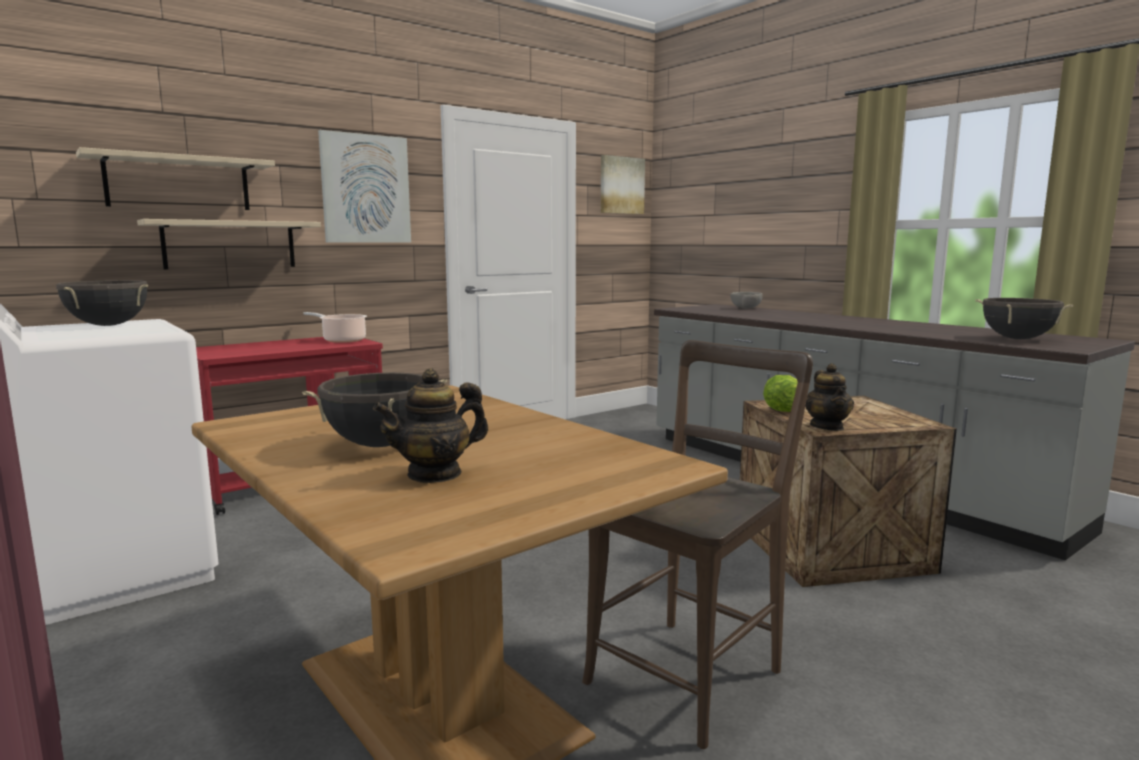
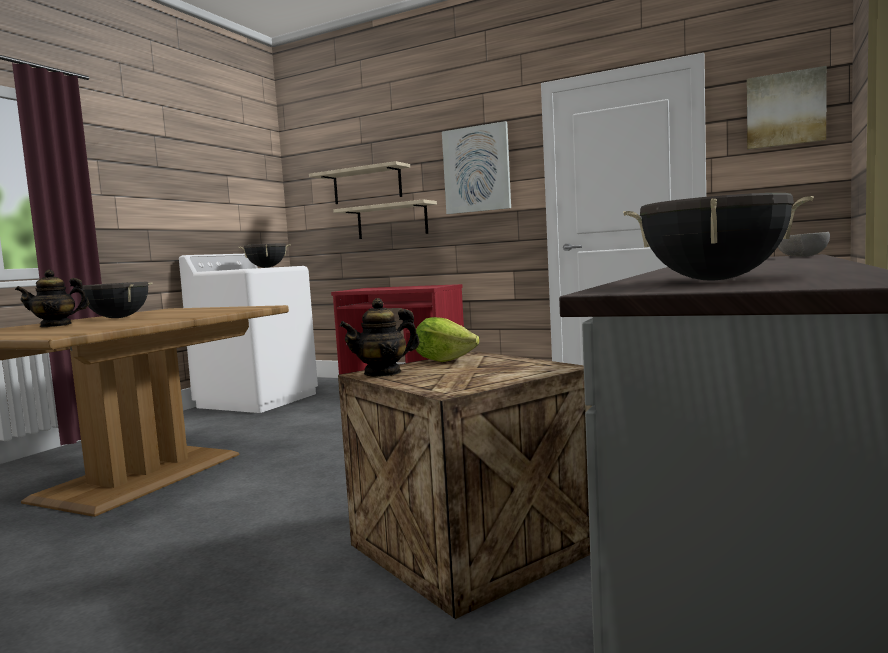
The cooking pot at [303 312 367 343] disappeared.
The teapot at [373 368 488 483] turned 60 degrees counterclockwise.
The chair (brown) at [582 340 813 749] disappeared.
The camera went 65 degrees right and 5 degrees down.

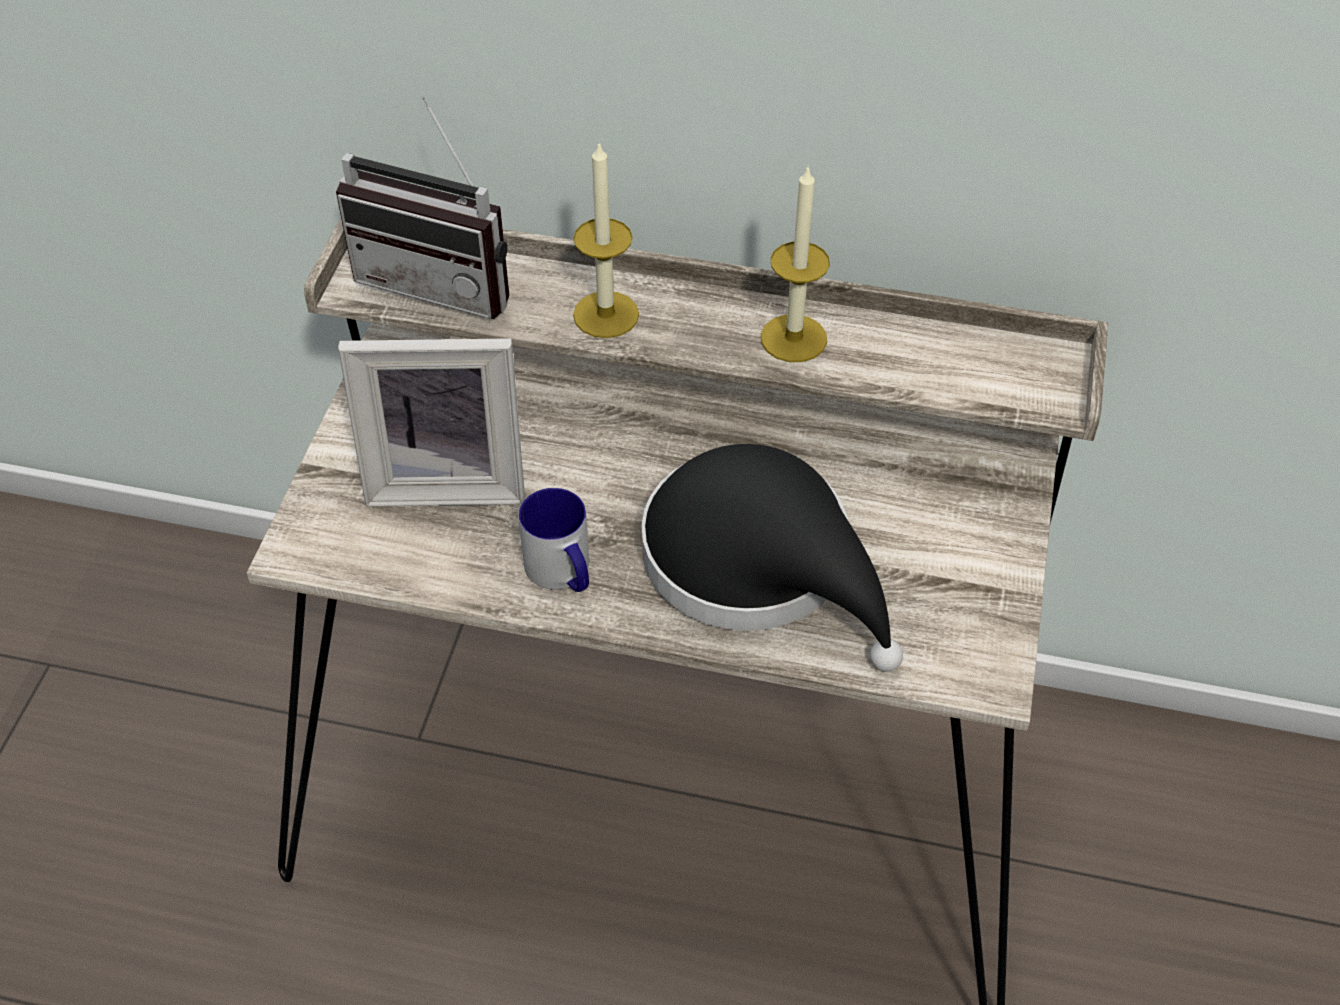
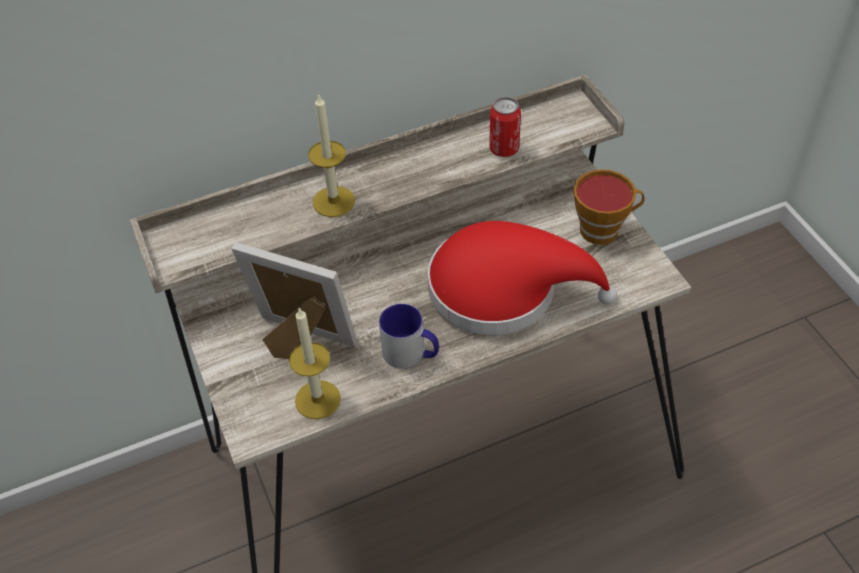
The radio at [336 96 510 319] disappeared.
The picture frame at [338 338 525 507] turned 120 degrees counterclockwise.
The hat (black) at [641 444 903 672] became the hat (red) at [428 221 617 336].
The candle moved from [761 167 830 362] to [289 308 341 419].
The can at [489 97 521 157] appeared.
The cup at [574 169 644 245] appeared.
The camera went 35 degrees left and 0 degrees up.

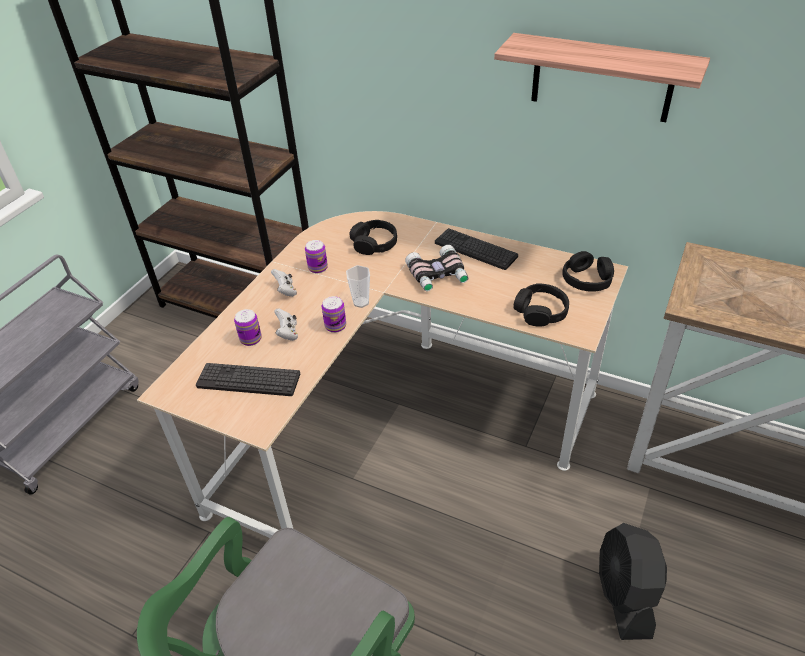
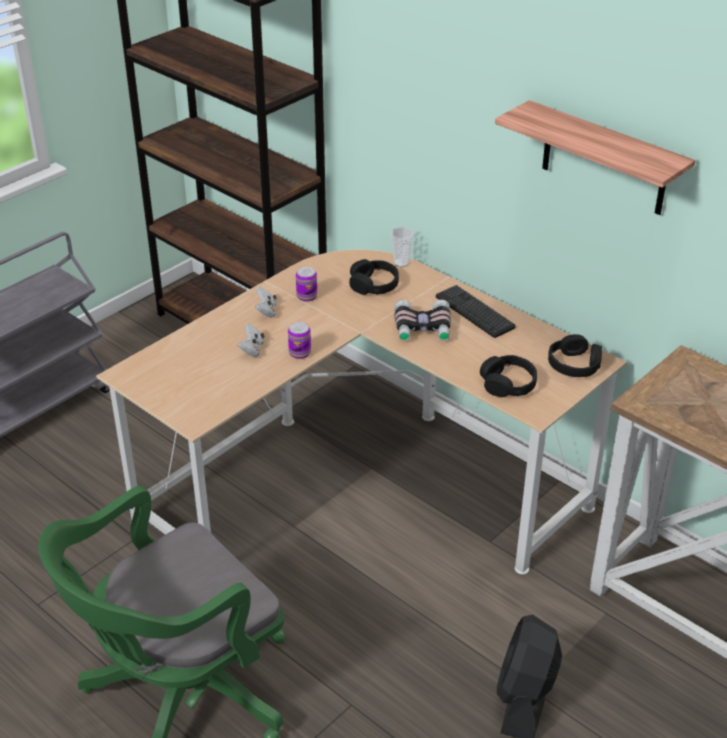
The keyboard at [196 363 300 396] disappeared.
The can at [234 309 261 346] disappeared.
The cup moved from [346 265 370 308] to [391 227 414 267].
The camera went 15 degrees right and 5 degrees down.

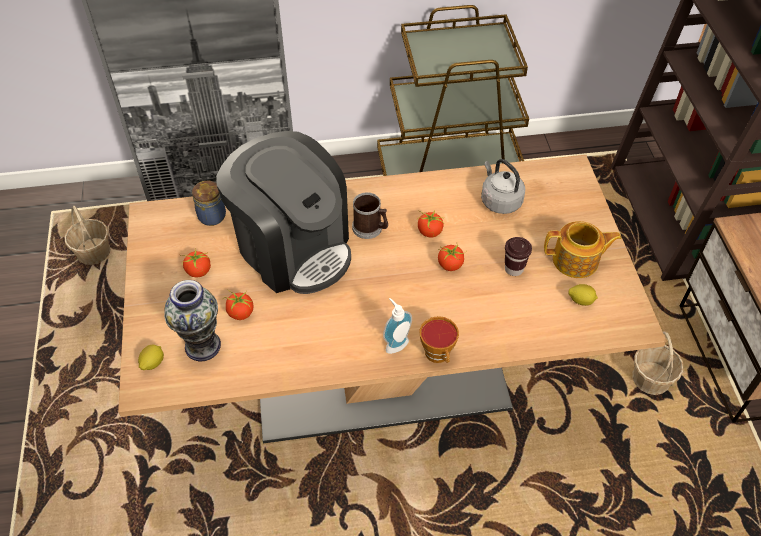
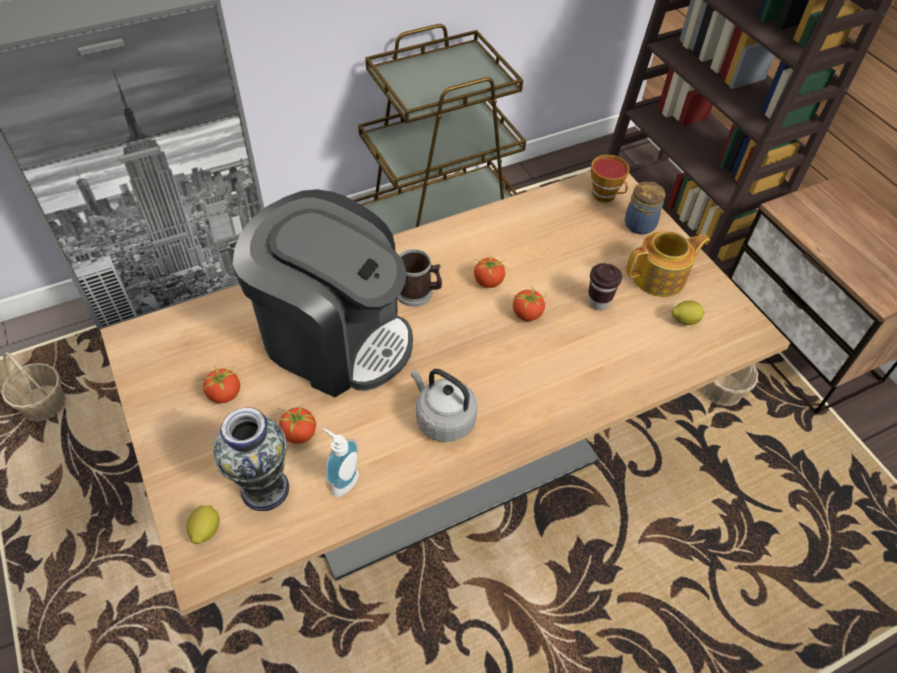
The jar moved from [192 181 226 226] to [625 182 666 234].
The soap dispenser moved from [383 298 412 354] to [323 428 359 497].
The cup moved from [419 316 459 363] to [591 155 630 202].
The kettle (grey) moved from [481 159 525 214] to [411 369 478 442].
The camera went 20 degrees left and 0 degrees up.

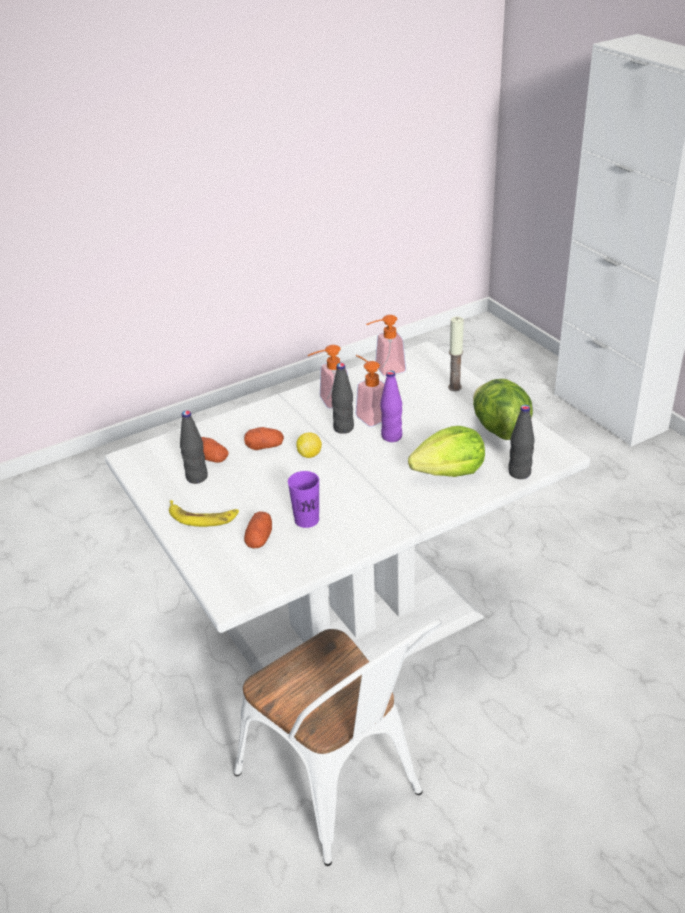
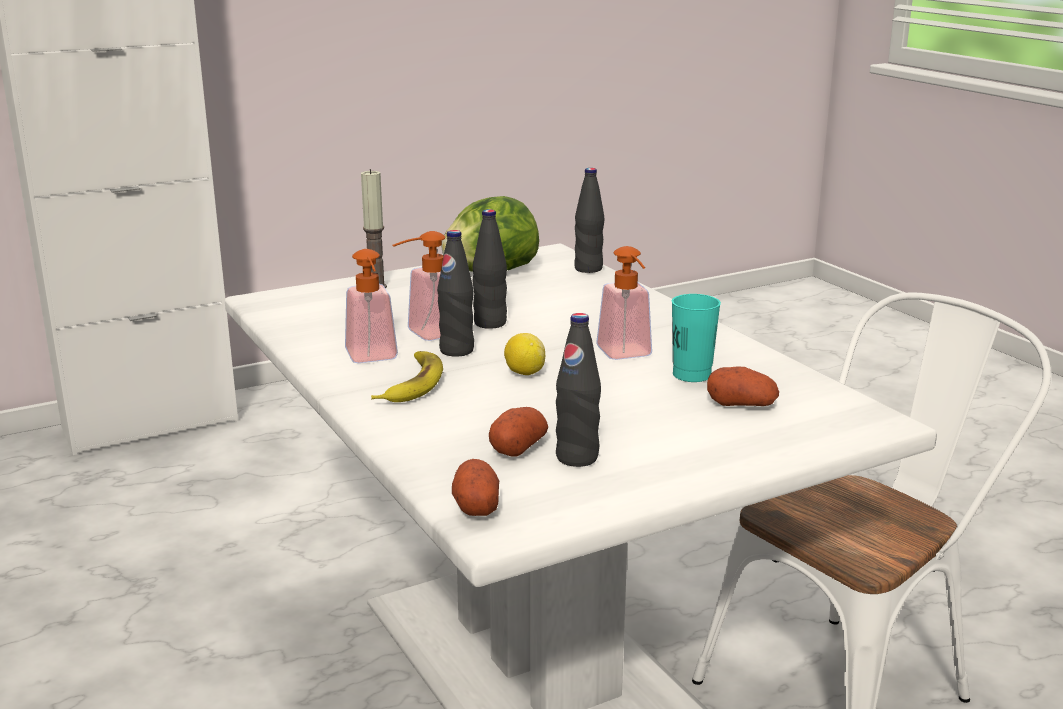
The banana moved from [169 500 239 527] to [371 351 443 402].
The potato moved from [244 427 284 450] to [452 459 499 516].
The cup (purple) at [288 471 319 528] became the cup (turquoise) at [672 294 721 382].
The soap dispenser moved from [366 315 406 376] to [596 246 652 360].
The bottle (purple) at [380 371 402 442] became the bottle (black) at [473 209 507 329].
The lettuce at [408 426 485 477] disappeared.
The camera went 90 degrees left and 15 degrees down.

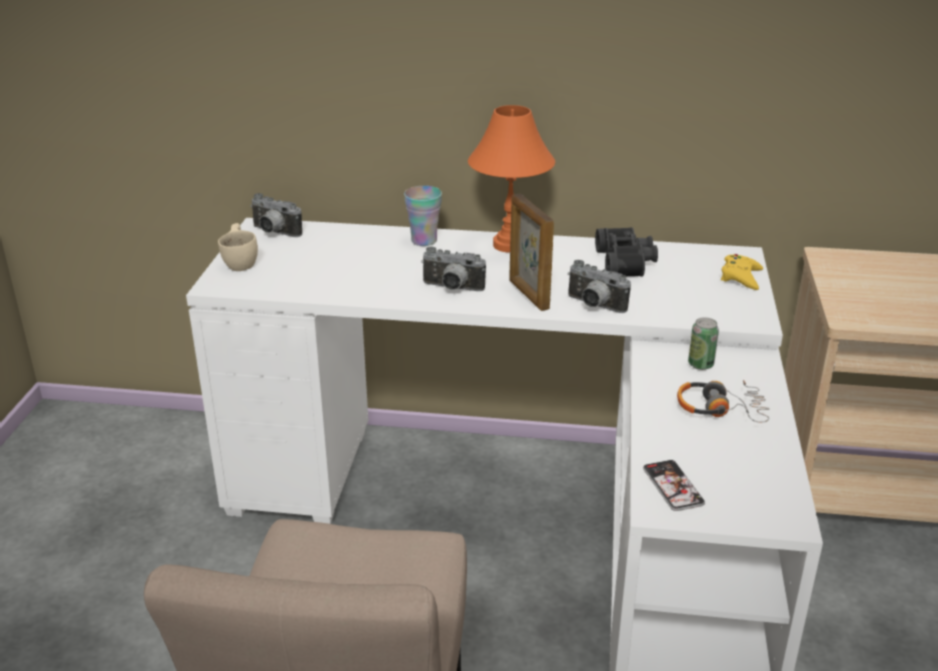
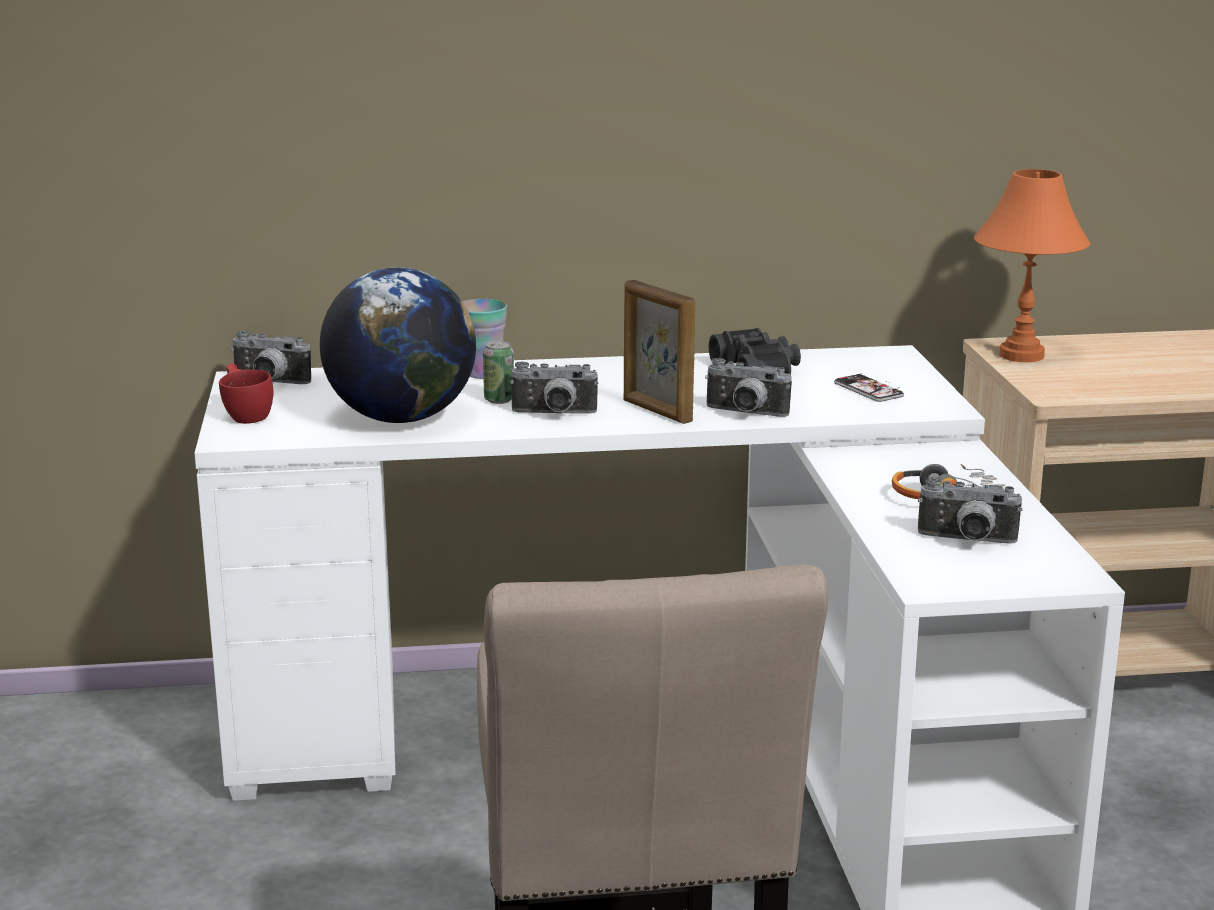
The cup (beige) at [218 223 258 271] became the cup (red) at [219 363 274 424].
The table lamp (orange) moved from [468 105 555 253] to [974 169 1090 362].
The phone moved from [643 460 705 511] to [834 373 904 402].
The can moved from [688 317 719 370] to [483 341 514 404].
The game controller (yellow) at [721 254 763 290] disappeared.
The globe at [320 268 476 423] appeared.
The photo camera at [918 477 1023 544] appeared.
The camera went 15 degrees left and 10 degrees down.

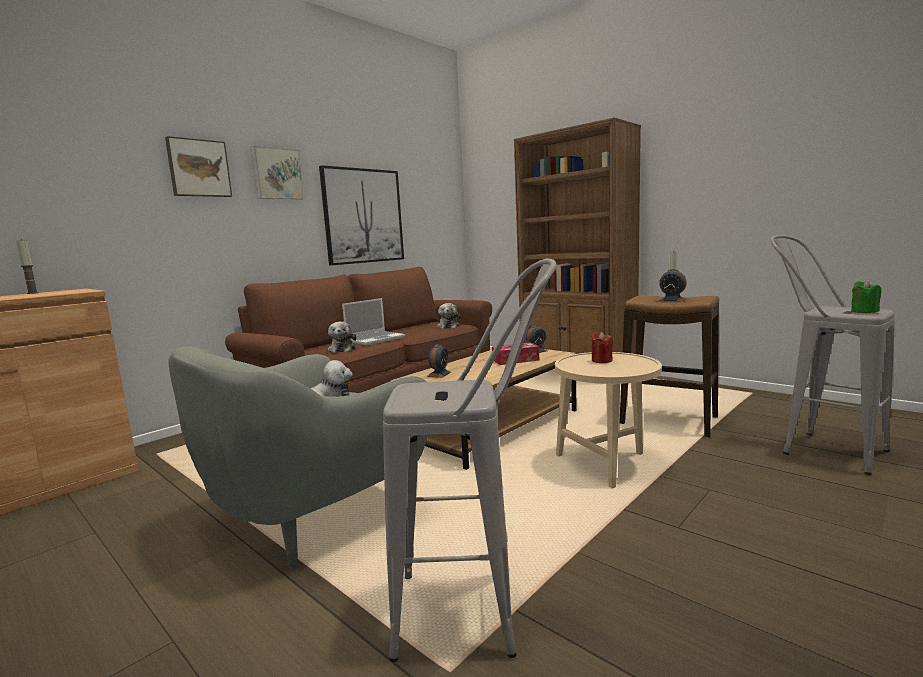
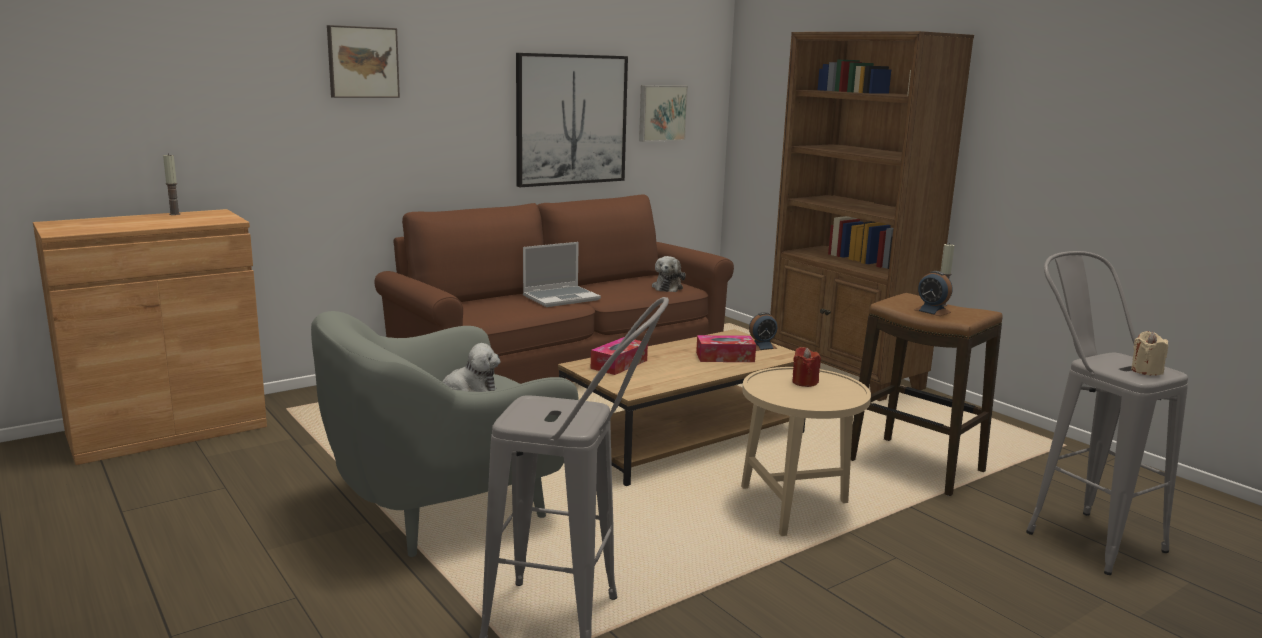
The picture moved from [251 146 305 199] to [639 85 688 142].
The plush toy at [328 322 356 353] disappeared.
The alarm clock at [427 344 451 378] was replaced by the tissue box at [591 337 648 375].
The candle (green) at [851 280 881 313] became the candle (beige) at [1131 331 1168 376].
The camera went 10 degrees right and 5 degrees up.

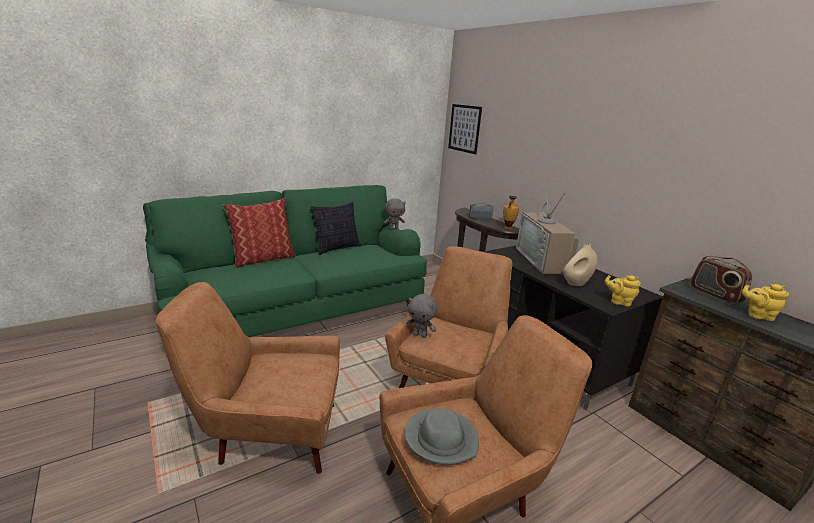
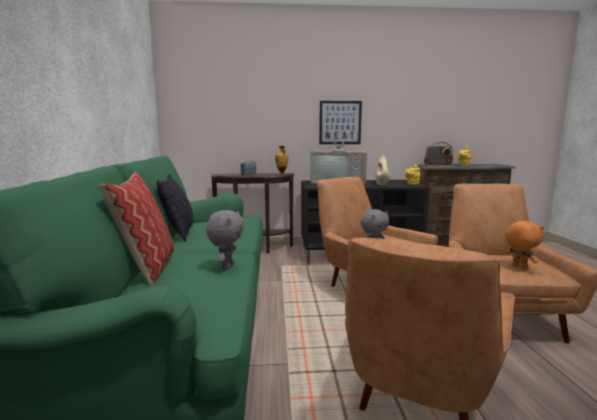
The plush toy (grey) moved from [384 198 406 230] to [206 210 244 270].
The hat (grey) at [405 408 479 465] was replaced by the plush toy (orange) at [505 221 544 269].
The picture moved from [448 104 482 154] to [319 101 362 144].
The camera went 60 degrees left and 10 degrees down.

